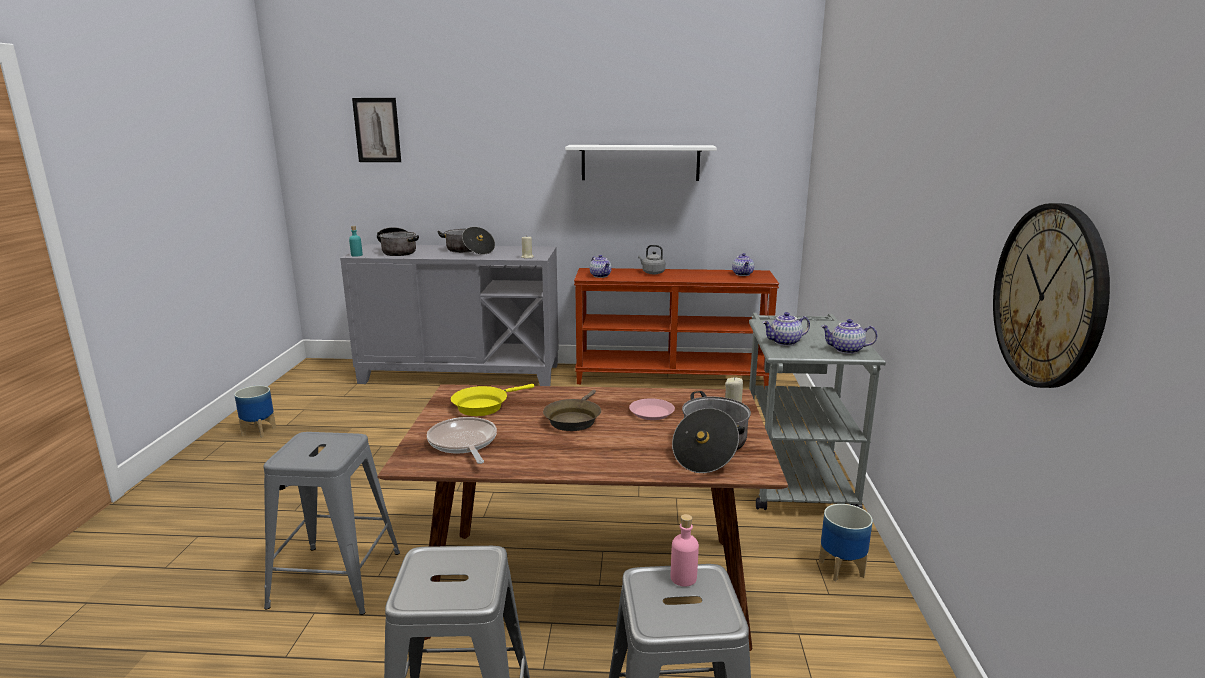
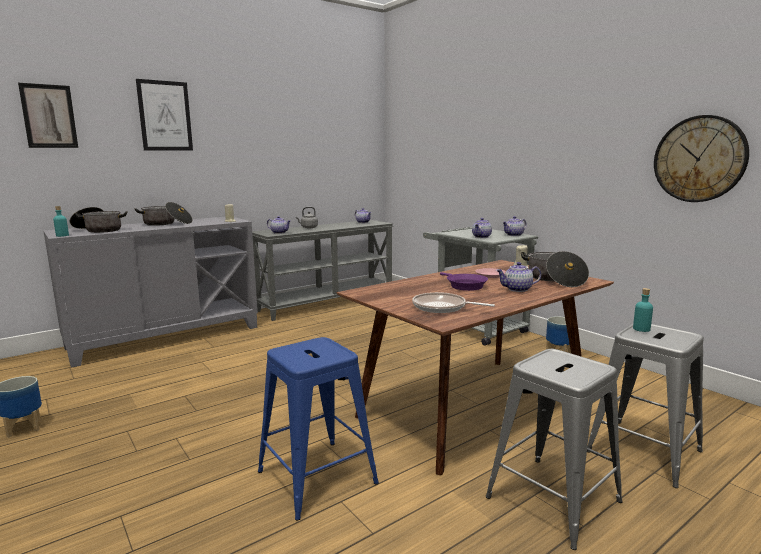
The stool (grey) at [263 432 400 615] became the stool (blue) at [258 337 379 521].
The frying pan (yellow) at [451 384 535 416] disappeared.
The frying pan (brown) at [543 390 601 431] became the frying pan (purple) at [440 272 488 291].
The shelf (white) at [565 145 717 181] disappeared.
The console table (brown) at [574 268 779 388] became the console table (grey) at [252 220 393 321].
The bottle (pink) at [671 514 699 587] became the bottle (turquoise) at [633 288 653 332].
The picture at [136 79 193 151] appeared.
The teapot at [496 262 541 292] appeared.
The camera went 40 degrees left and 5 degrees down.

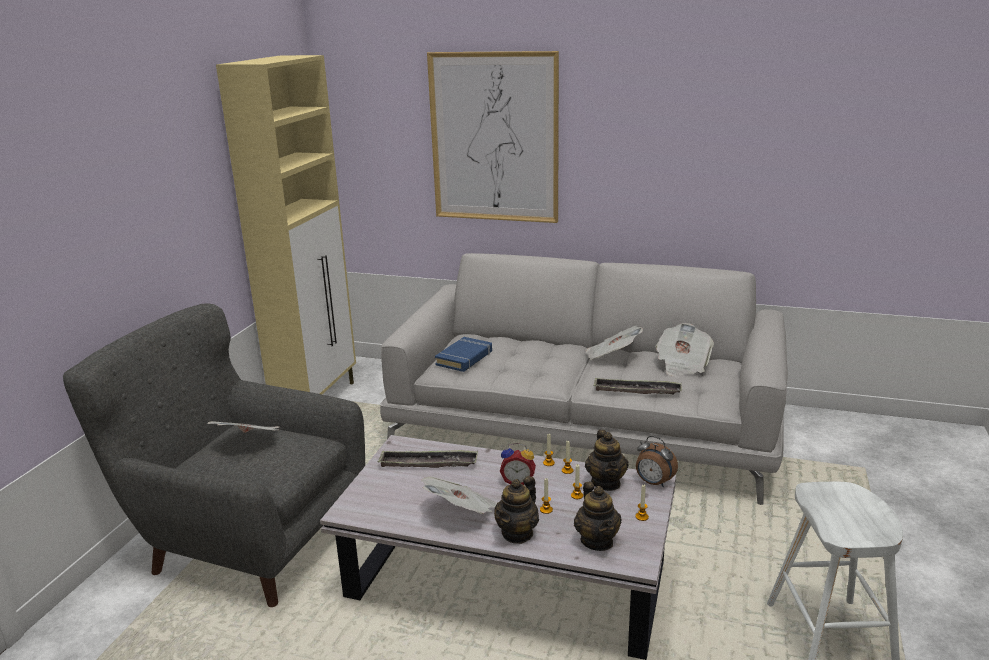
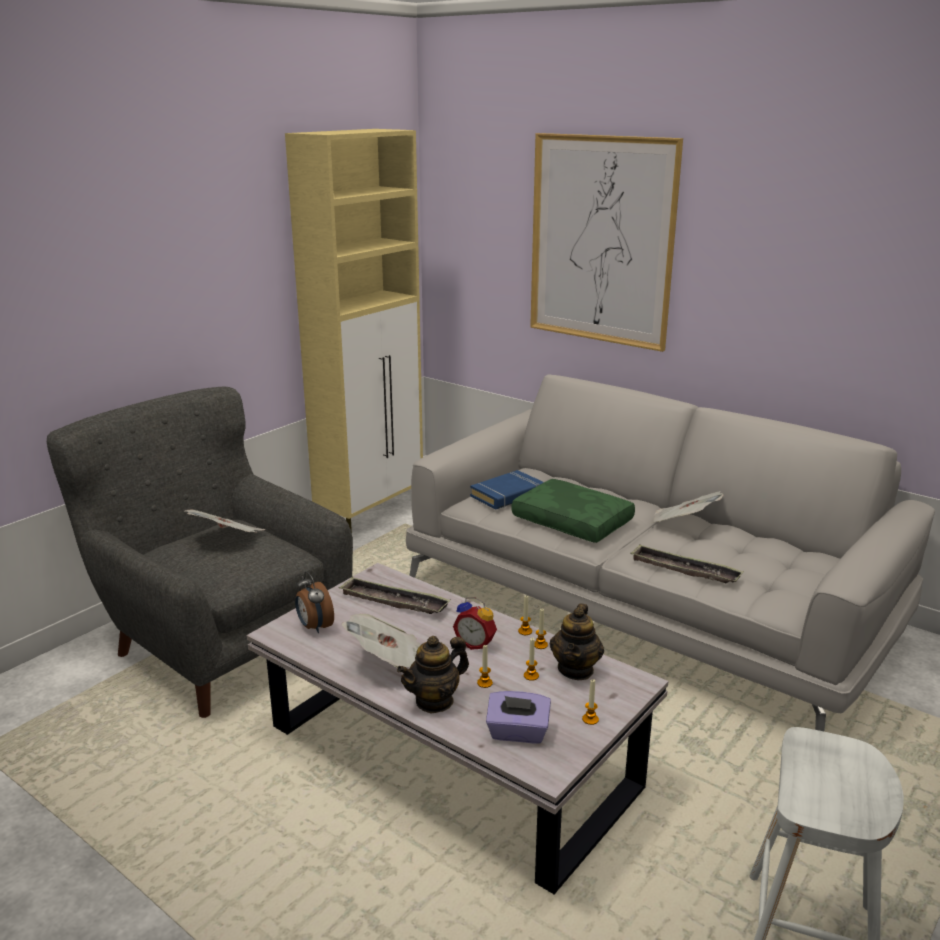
The teapot at [574 482 622 551] was replaced by the tissue box (purple) at [486 691 551 743].
The alarm clock moved from [636 436 678 487] to [295 571 334 633].
The newspaper at [656 323 714 376] disappeared.
The pillow (green) at [512 479 635 543] appeared.
The camera went 20 degrees right and 0 degrees up.

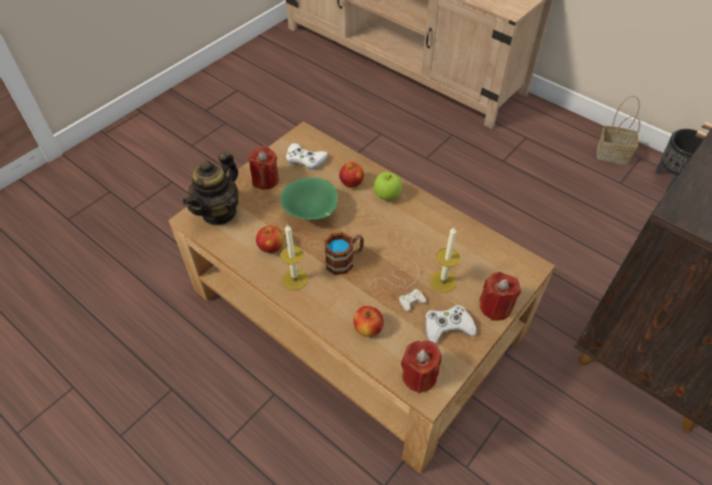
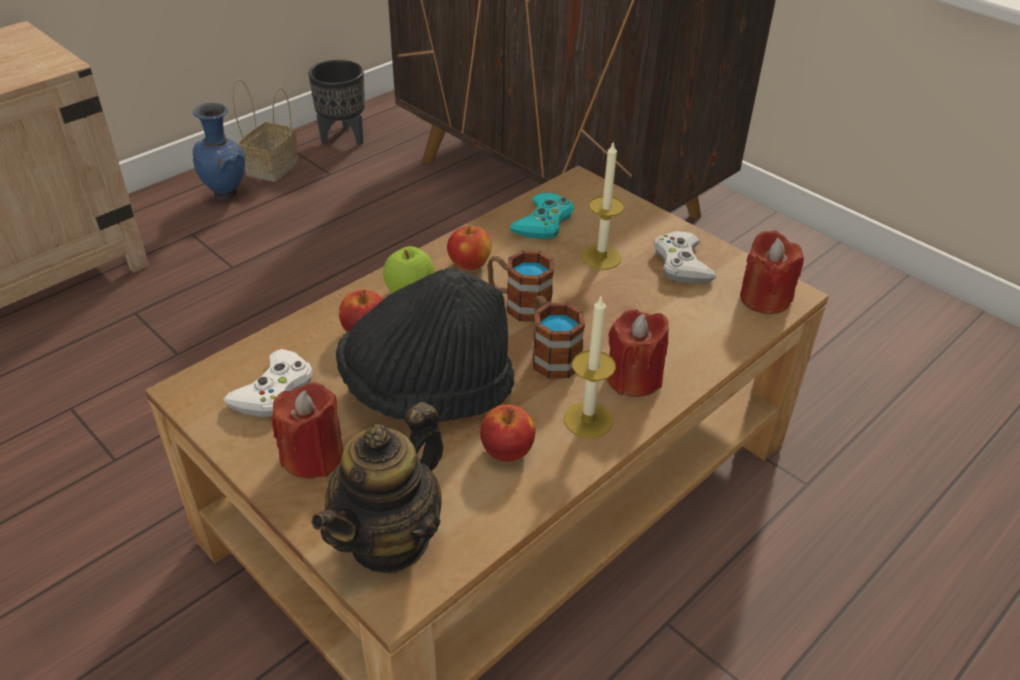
The teapot at [183 151 239 226] turned 90 degrees clockwise.
The bowl (green) at [280 177 338 220] was replaced by the hat (black) at [336 268 514 422].
The apple moved from [353 306 384 337] to [447 226 492 271].
The game controller (white) at [369 261 426 312] disappeared.
The candle (red) moved from [479 272 521 321] to [607 309 669 397].
The vase (blue) at [193 102 245 200] appeared.
The mug at [487 250 554 322] appeared.
The game controller (turquoise) at [509 192 574 239] appeared.
The camera went 85 degrees left and 10 degrees down.

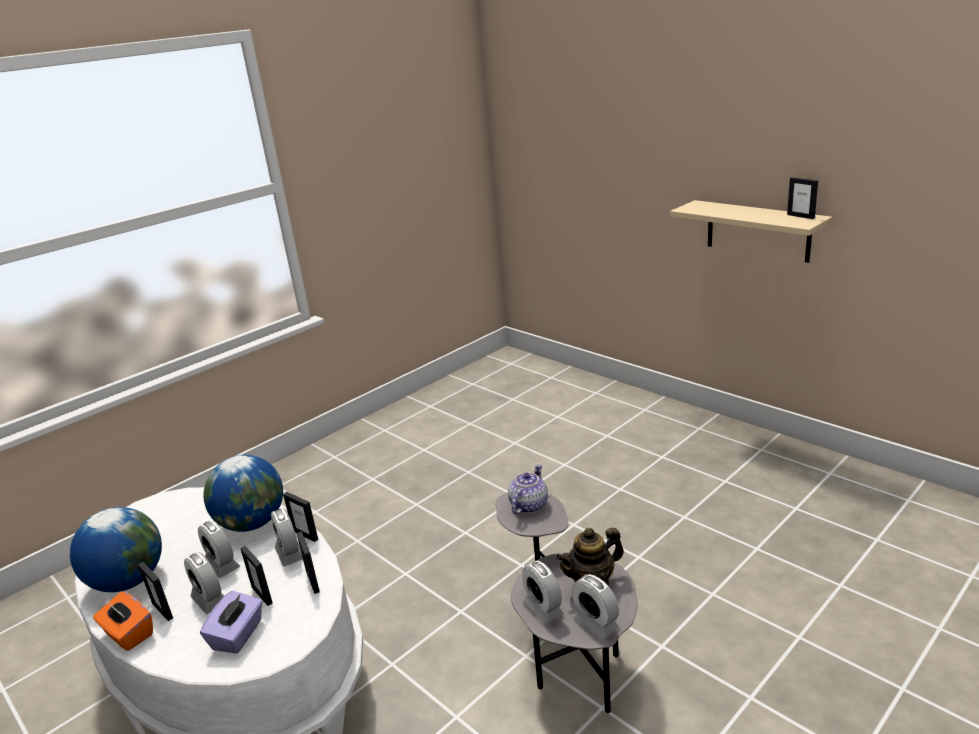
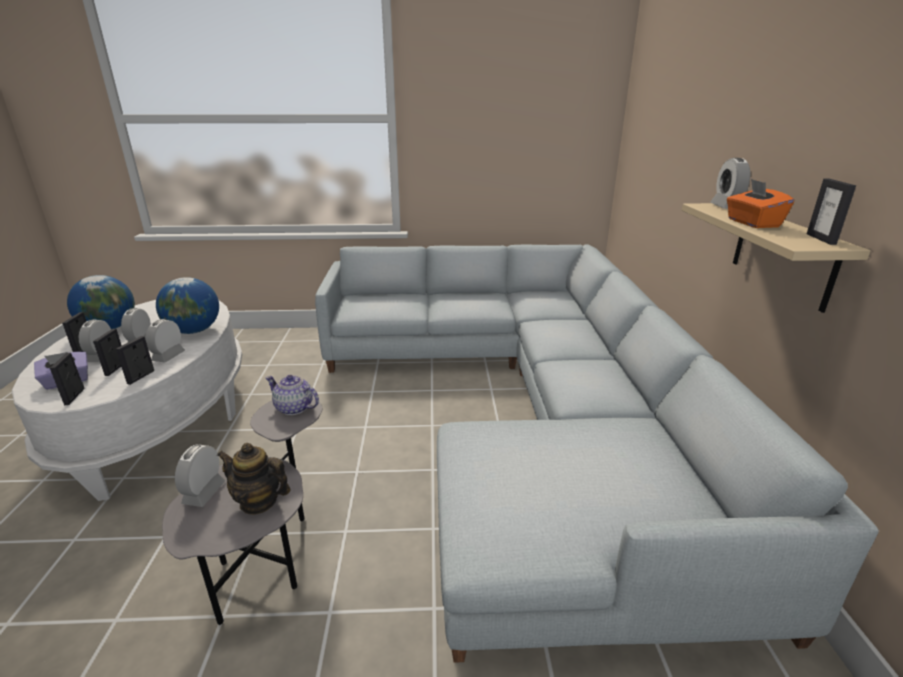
The tissue box (orange) moved from [93 591 153 651] to [727 179 794 228].
The picture frame moved from [283 492 318 542] to [50 353 85 405].
The teapot at [508 464 548 514] turned 135 degrees counterclockwise.
The alarm clock moved from [572 574 619 640] to [710 158 750 209].
The sofa (grey) at [315 245 879 663] appeared.
The camera went 40 degrees right and 0 degrees up.

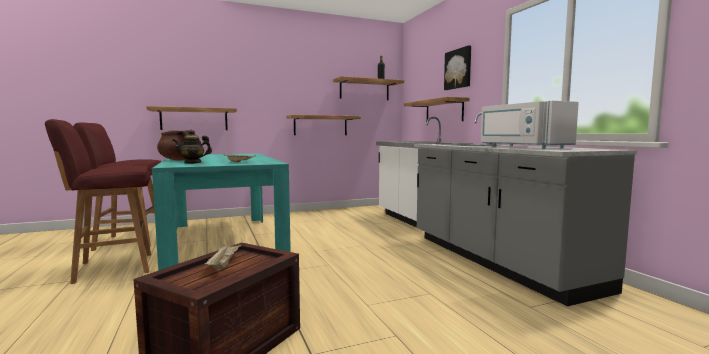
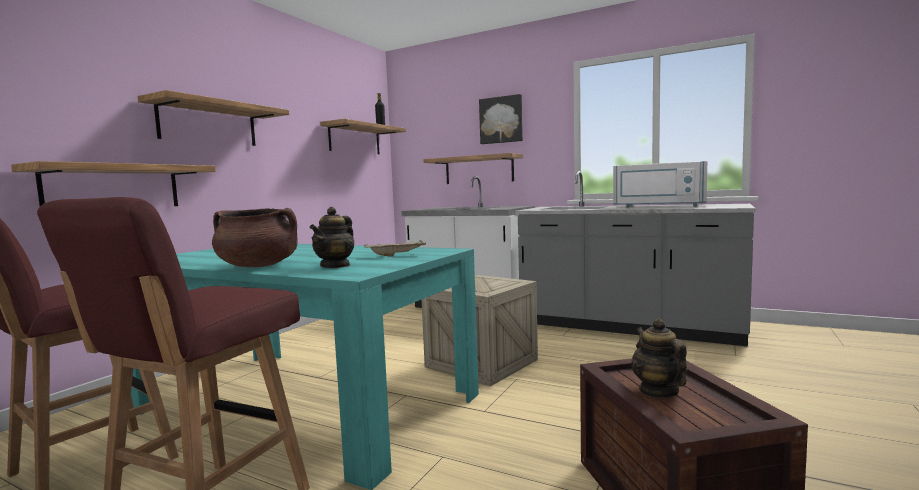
The tray (beige) at [205 245 242 269] was replaced by the teapot at [631 318 687 398].
The shelf moved from [286 115 361 135] to [138 90 289 146].
The crate at [422 275 538 387] appeared.
The camera went 40 degrees left and 0 degrees up.

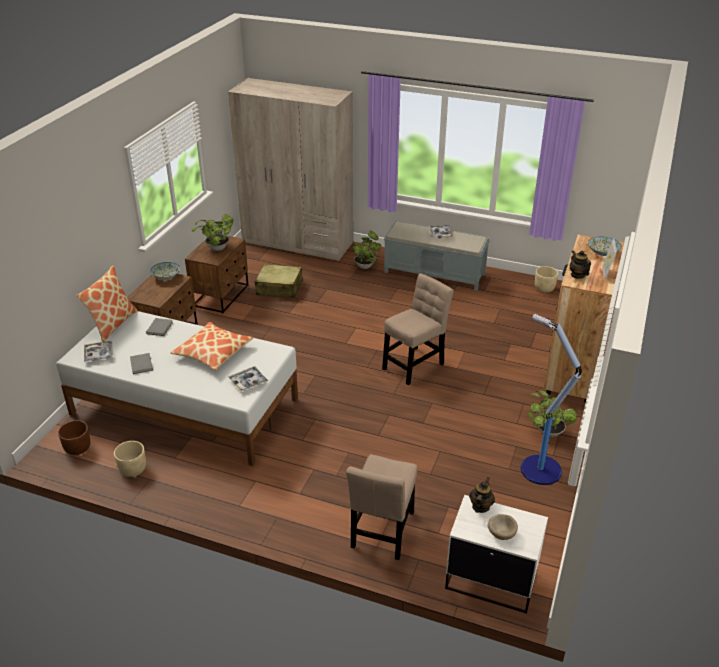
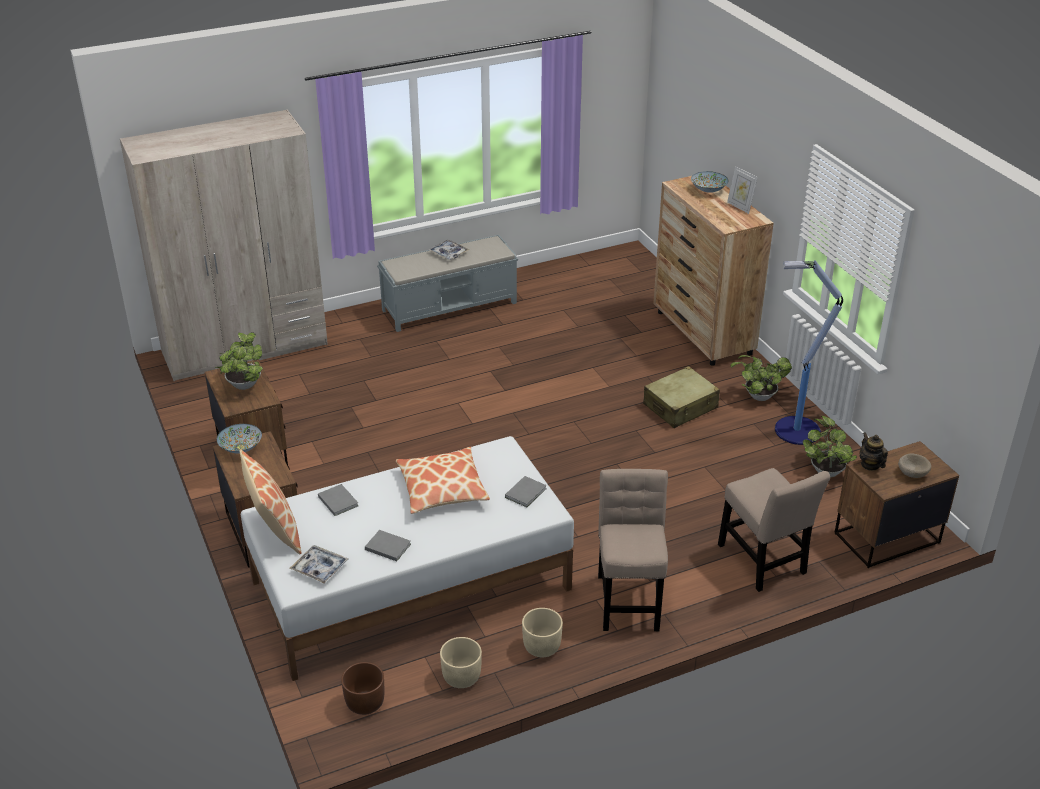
The tray at [229 366 268 391] was replaced by the book (grey) at [505 476 547 507].
The suitcase (beige) moved from [255 264 303 298] to [643 366 720 428].
The potted plant moved from [351 231 381 269] to [803 415 857 478].
The chair (beige) moved from [382 273 454 385] to [598 469 668 631].
The nightstand (white) at [445 495 548 614] became the nightstand (brown) at [834 441 959 568].
The planter (beige) moved from [535 266 558 292] to [522 608 563 657].
The teapot at [570 250 591 279] disappeared.
The camera went 45 degrees left and 0 degrees up.

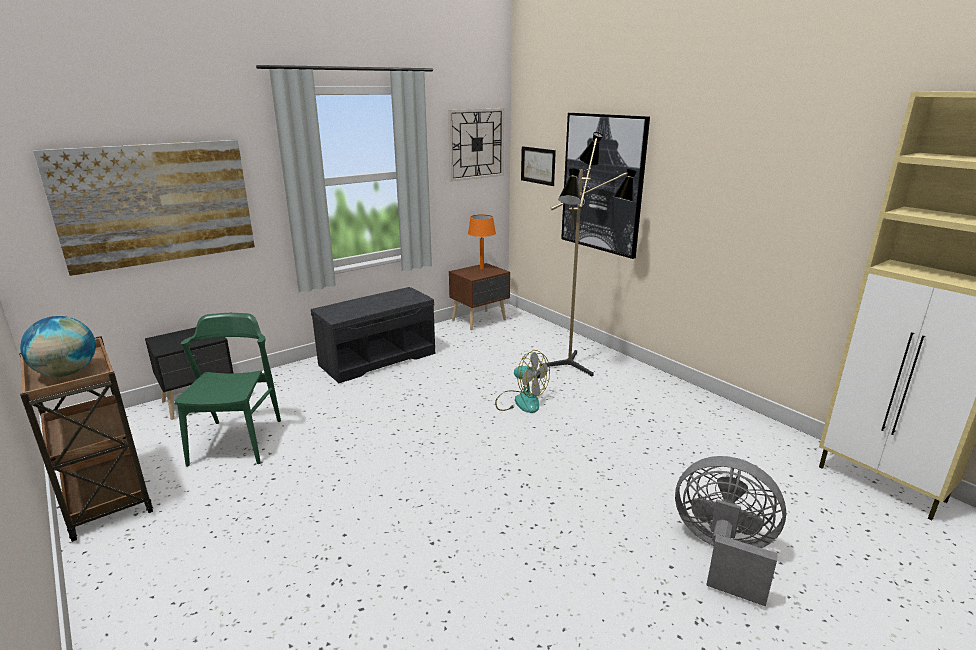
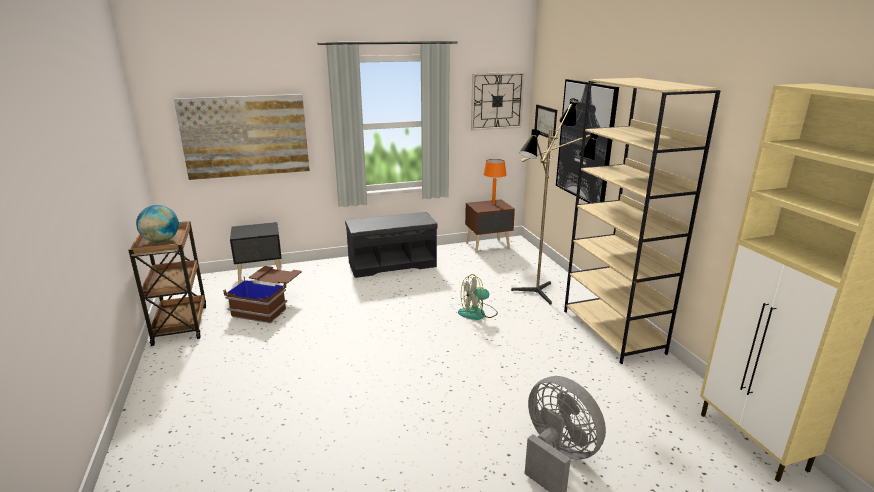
The chair (green) at [174 313 281 467] was replaced by the storage box (brown) at [223 266 302 323].
The fan at [495 350 550 413] turned 105 degrees clockwise.
The bookcase (beige) at [564 78 720 364] appeared.
The camera went 20 degrees right and 0 degrees up.

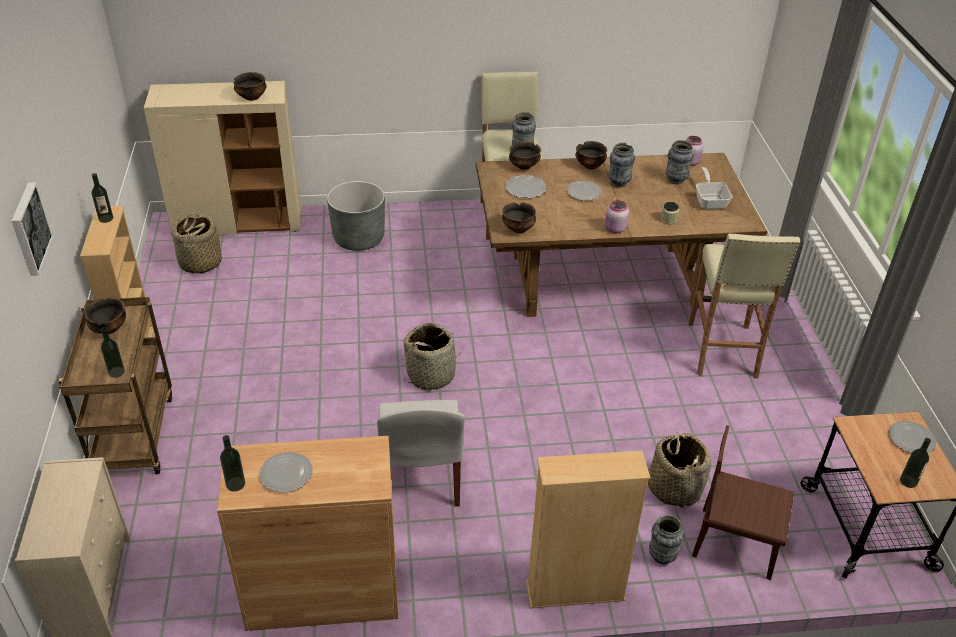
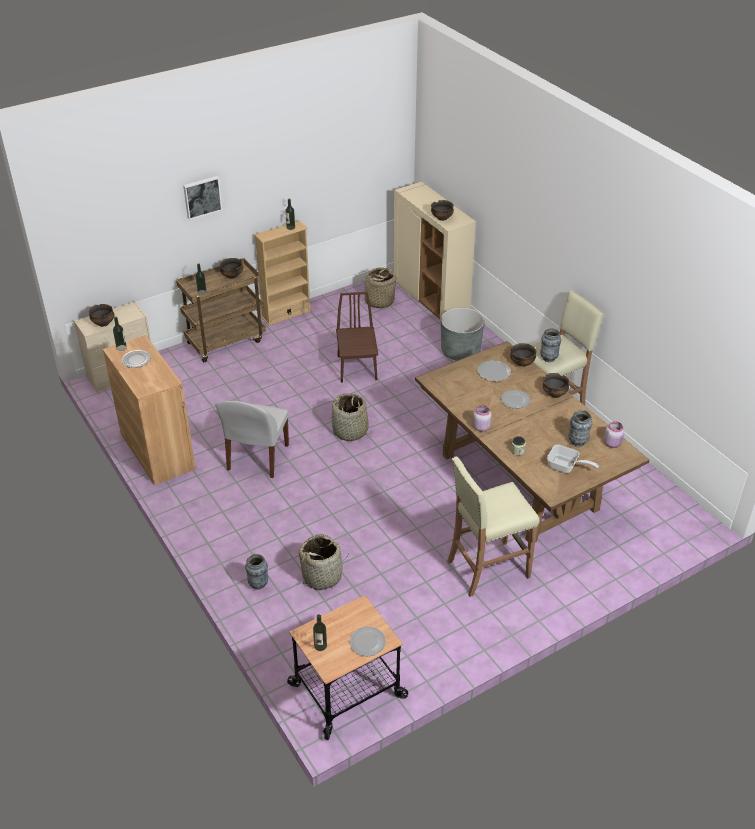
The chair (white) at [377 400 465 507] turned 45 degrees counterclockwise.
The bowl moved from [502 202 536 233] to [89 304 115 327].
The bookcase (beige) at [526 450 650 609] disappeared.
The vase at [608 143 635 187] disappeared.
The chair (brown) moved from [692 425 794 580] to [336 292 378 383].
The frying pan at [696 167 732 209] turned 60 degrees clockwise.
The camera went 65 degrees right and 0 degrees up.

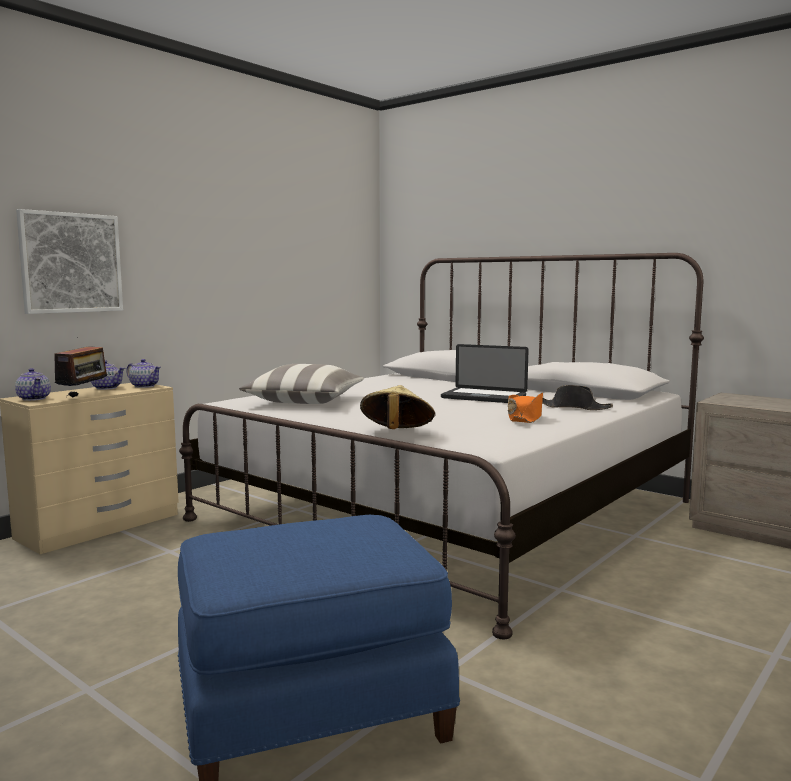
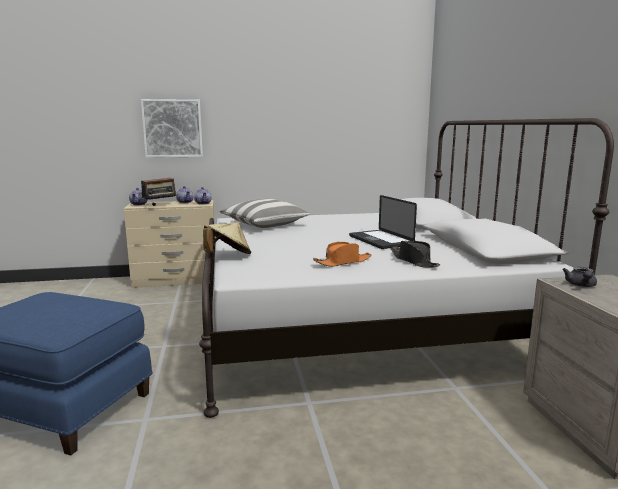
The teapot (grey) at [562 267 597 287] appeared.
The camera went 40 degrees right and 5 degrees up.

